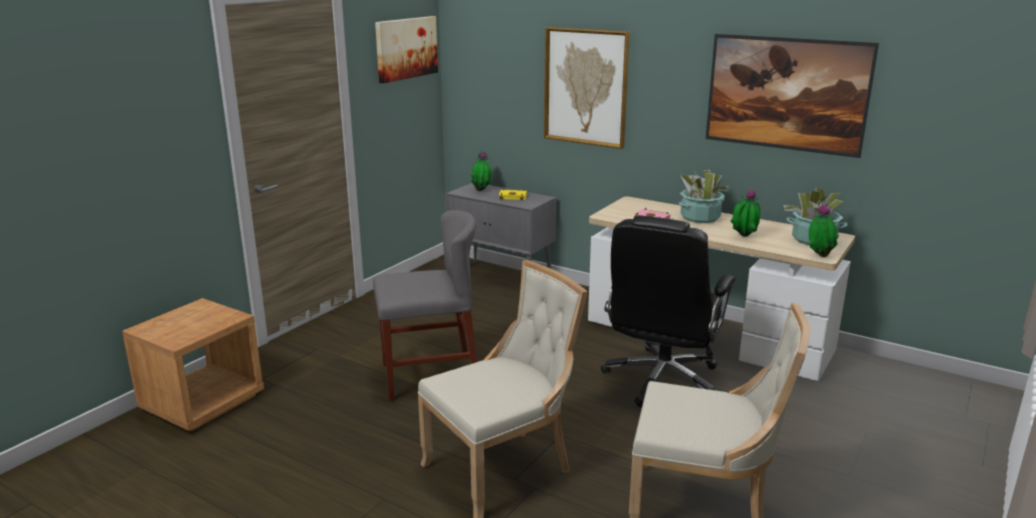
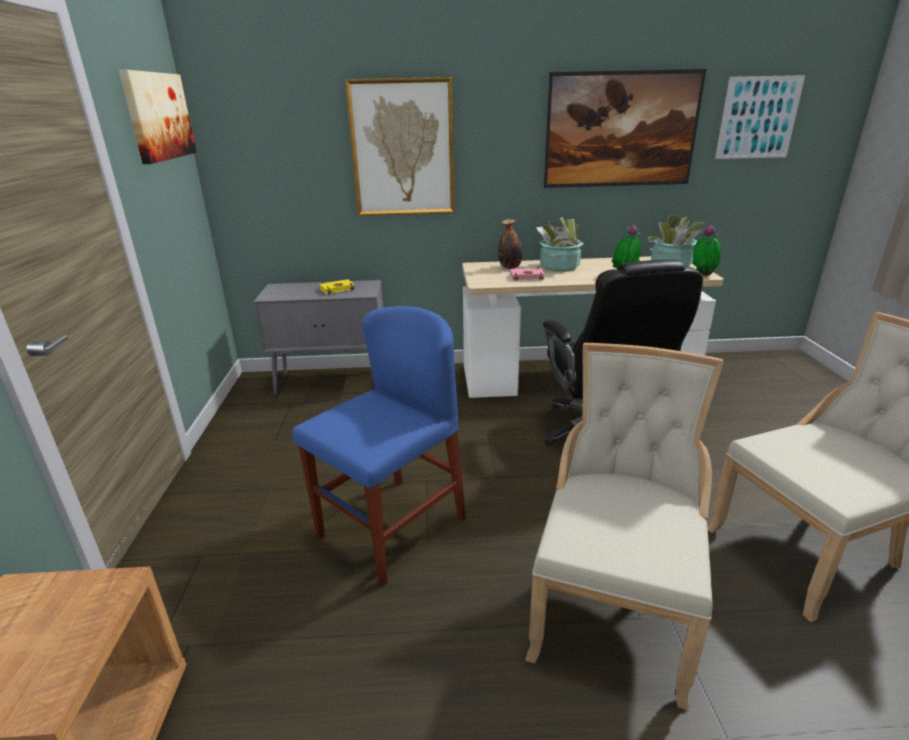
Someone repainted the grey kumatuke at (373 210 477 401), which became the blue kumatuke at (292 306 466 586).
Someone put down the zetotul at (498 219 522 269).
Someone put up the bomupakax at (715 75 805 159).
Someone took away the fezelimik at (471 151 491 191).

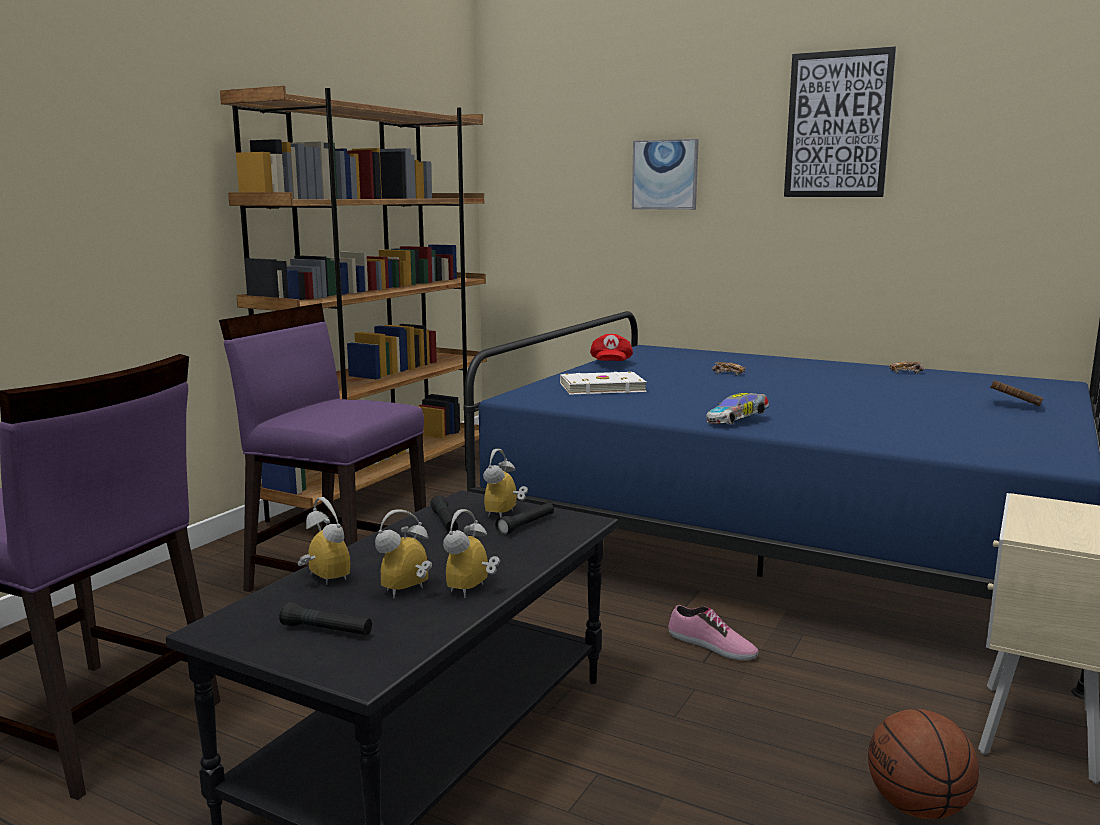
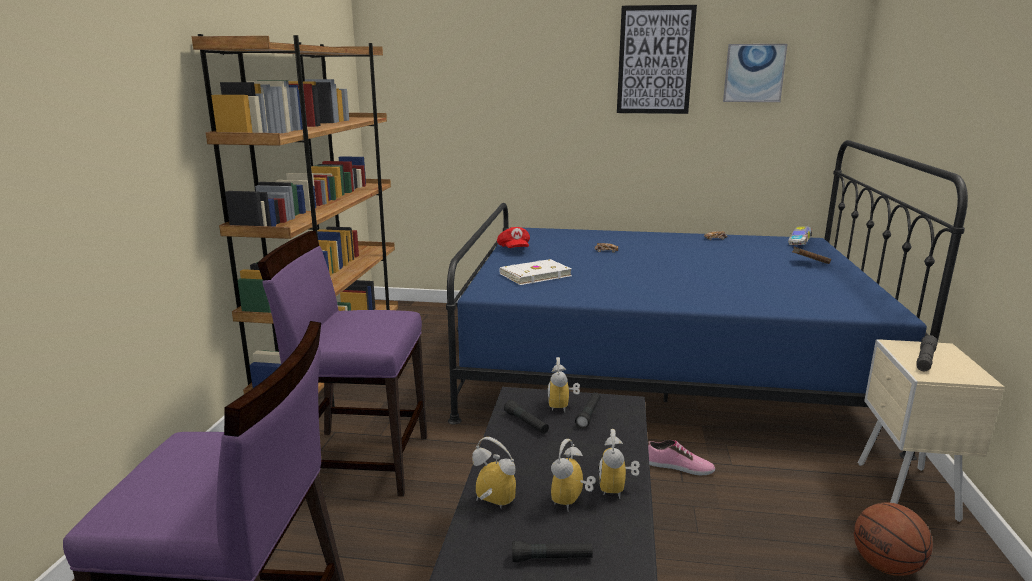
Someone carried the bomupakax from (632 139 699 210) to (723 44 787 102).
Someone carried the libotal from (706 393 769 424) to (788 226 812 245).
Someone put down the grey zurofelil at (916 335 938 371).

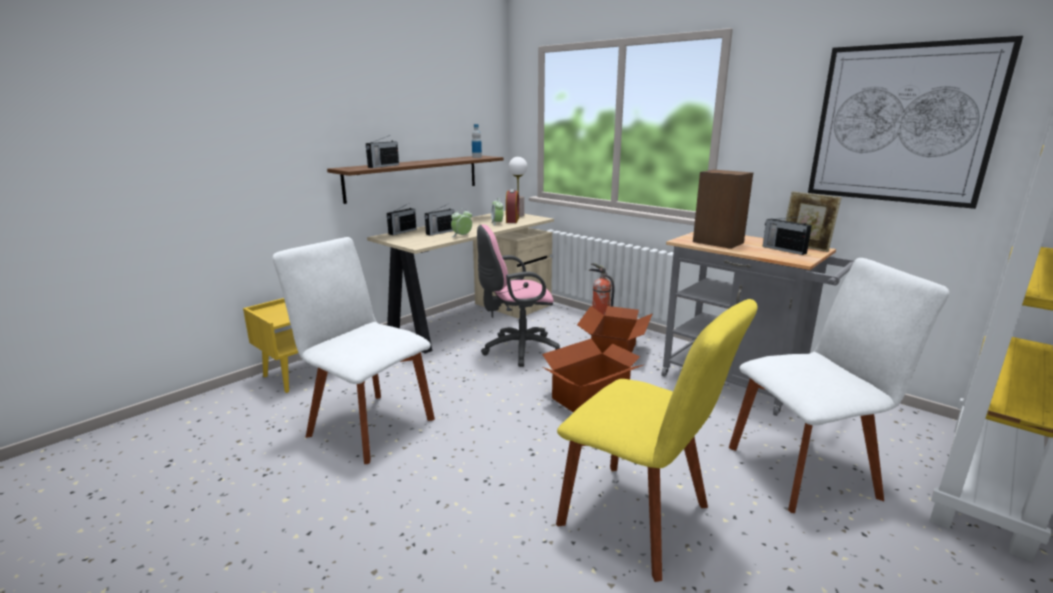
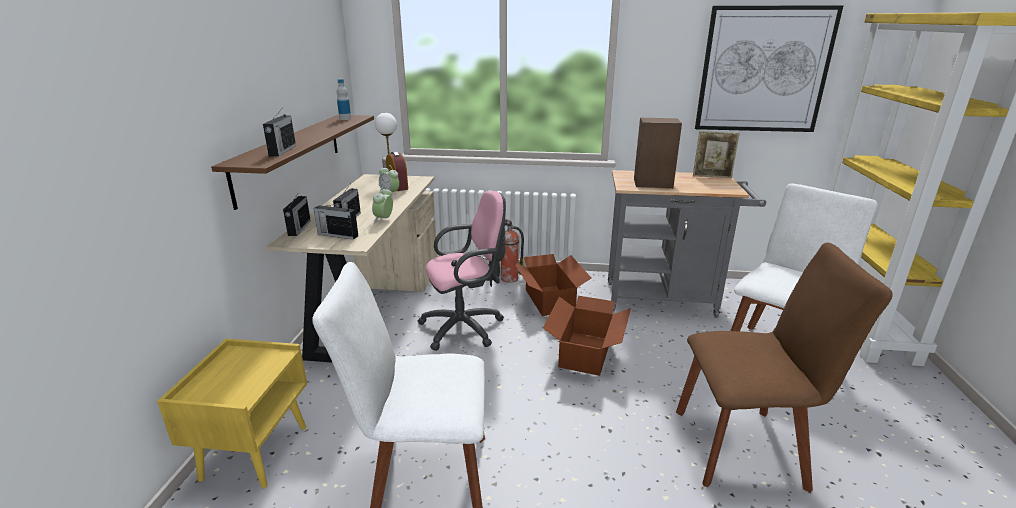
Someone carried the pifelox from (762 216 812 255) to (314 203 358 239).
Someone rotated the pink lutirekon at (477 224 560 367) by 150 degrees counterclockwise.
Someone repainted the yellow kumatuke at (556 299 758 582), which became the brown kumatuke at (676 243 893 493).

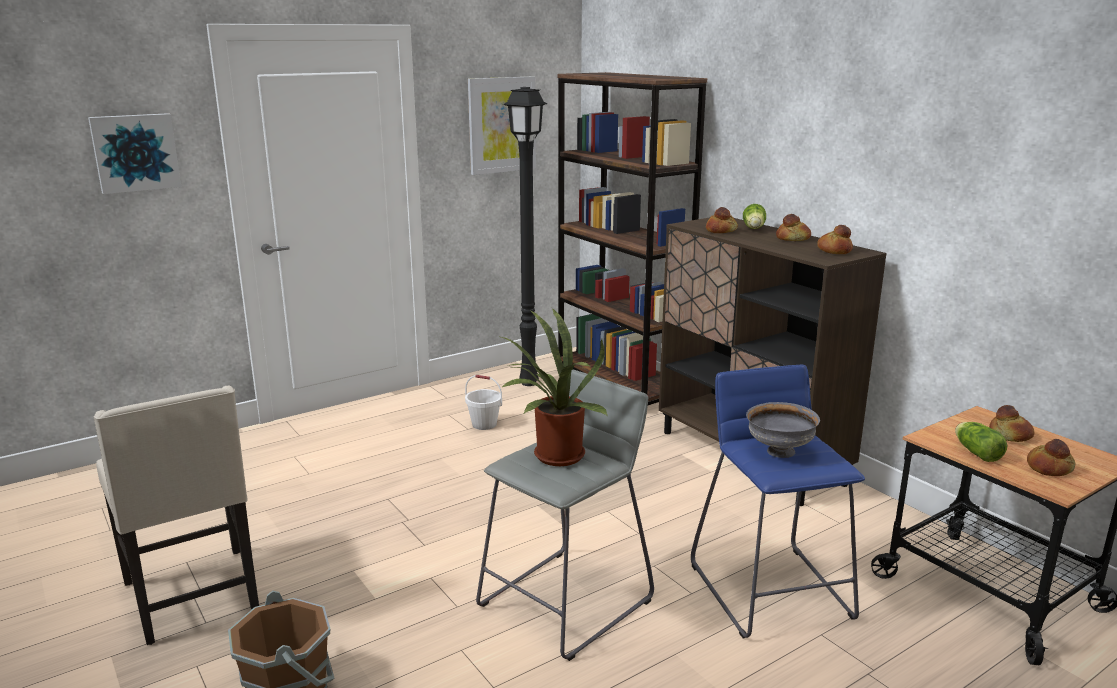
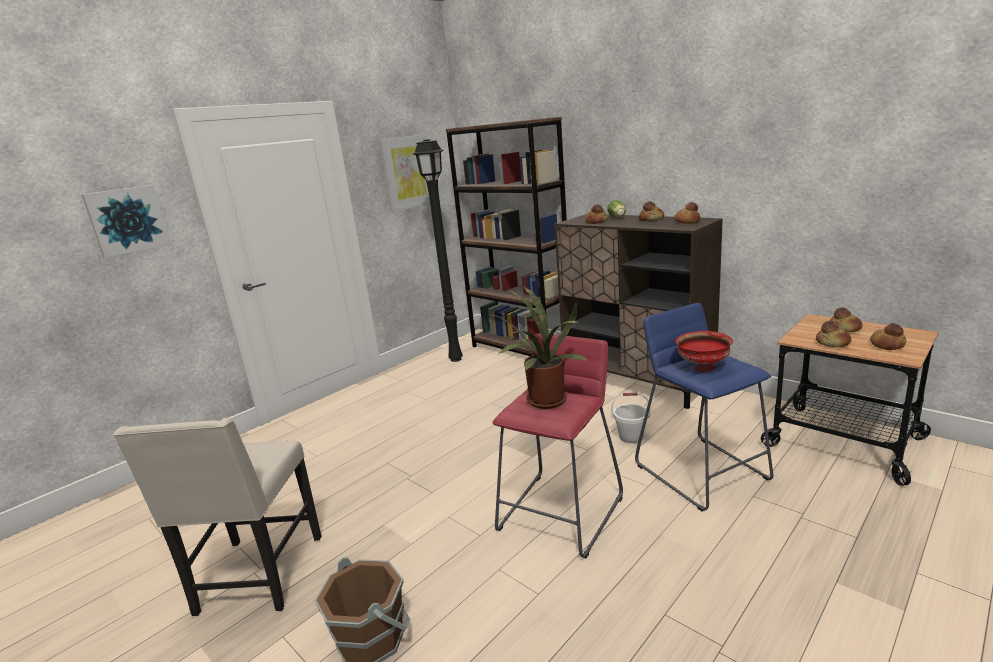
Someone rotated the beige kumatuke at (93 386 259 645) by 45 degrees clockwise.
Someone repainted the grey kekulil at (476 369 654 661), which became the red kekulil at (492 333 623 558).
Someone carried the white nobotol from (465 375 502 430) to (611 393 650 443).
Someone repainted the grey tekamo at (746 402 820 458), which became the red tekamo at (676 331 733 372).
Someone swapped the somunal at (955 422 1007 462) for the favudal at (816 321 851 347).

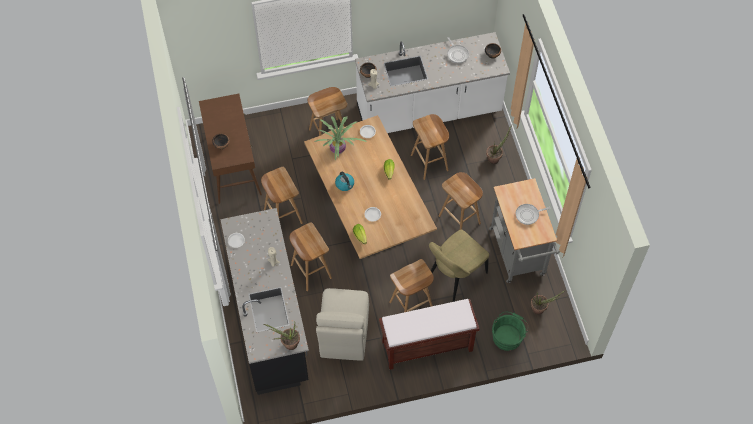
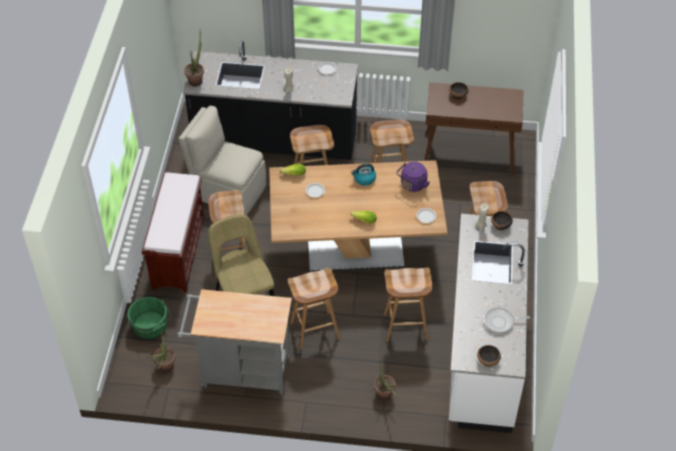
Someone swapped the fezelimik at (314 116 367 161) for the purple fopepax at (397 162 430 192).
Someone took away the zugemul at (516 204 551 225).

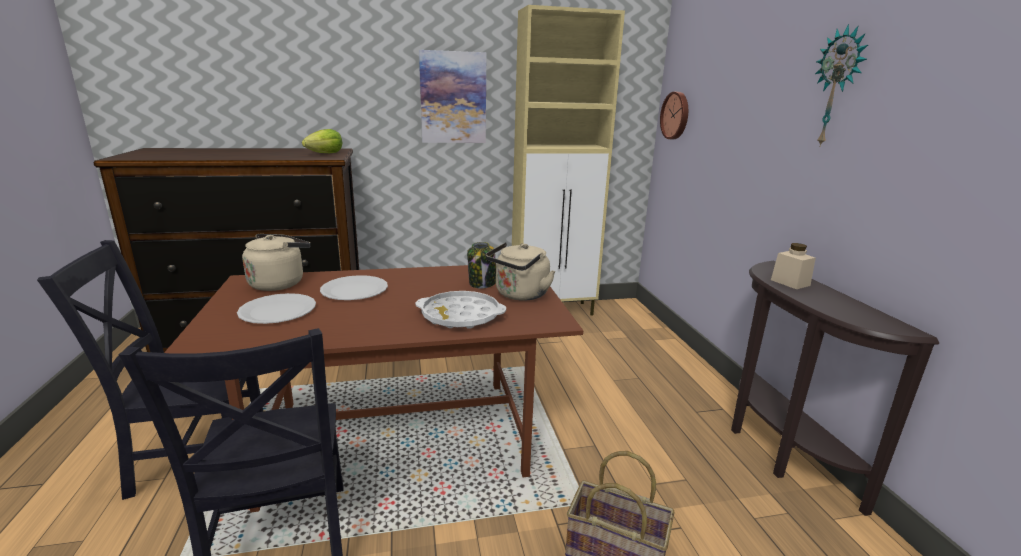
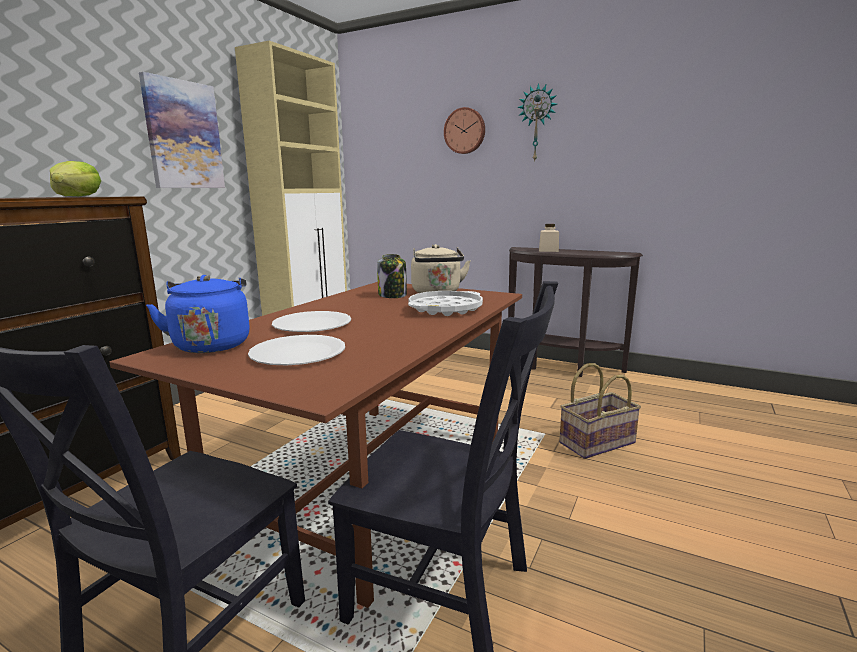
Someone repainted the beige fopepax at (242 234 311 291), which became the blue fopepax at (146 275 250 353).
Someone carried the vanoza from (660 92 688 139) to (444 107 485 154).

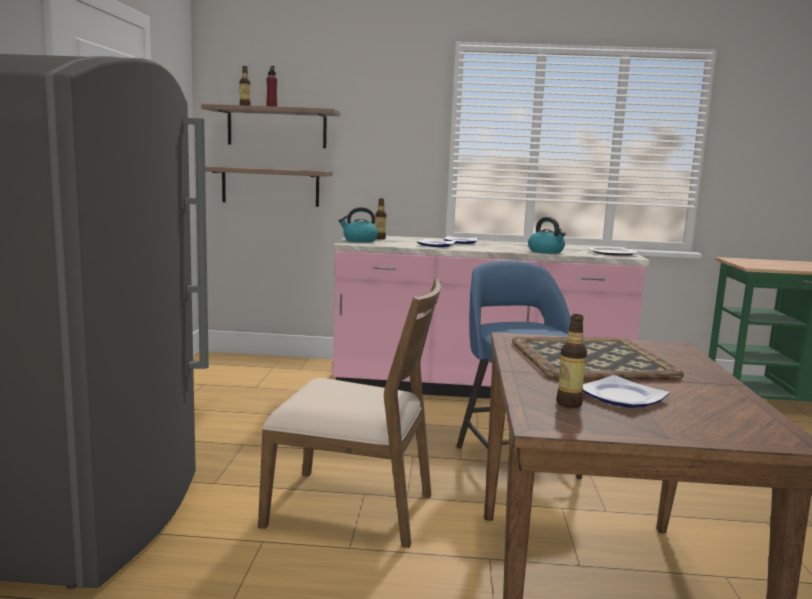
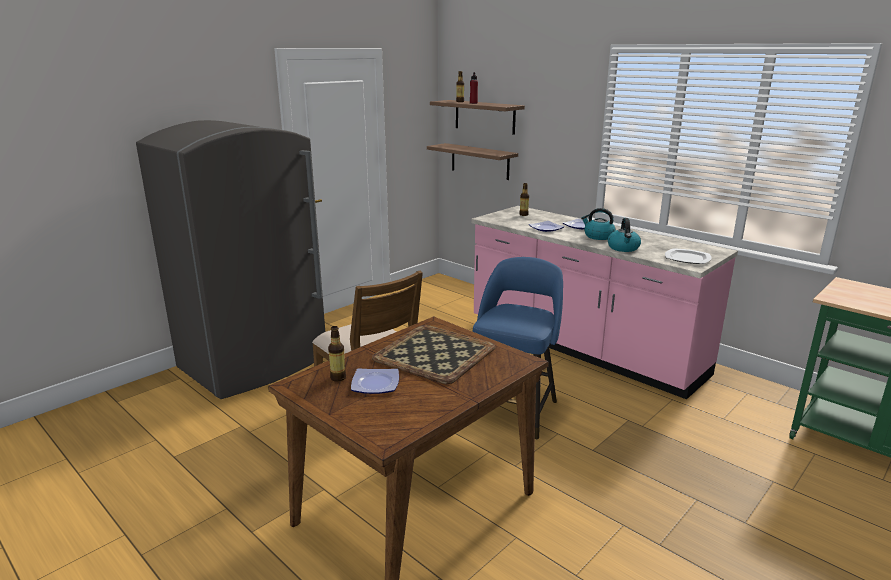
Someone carried the fopepax from (338 207 378 242) to (581 208 616 240).

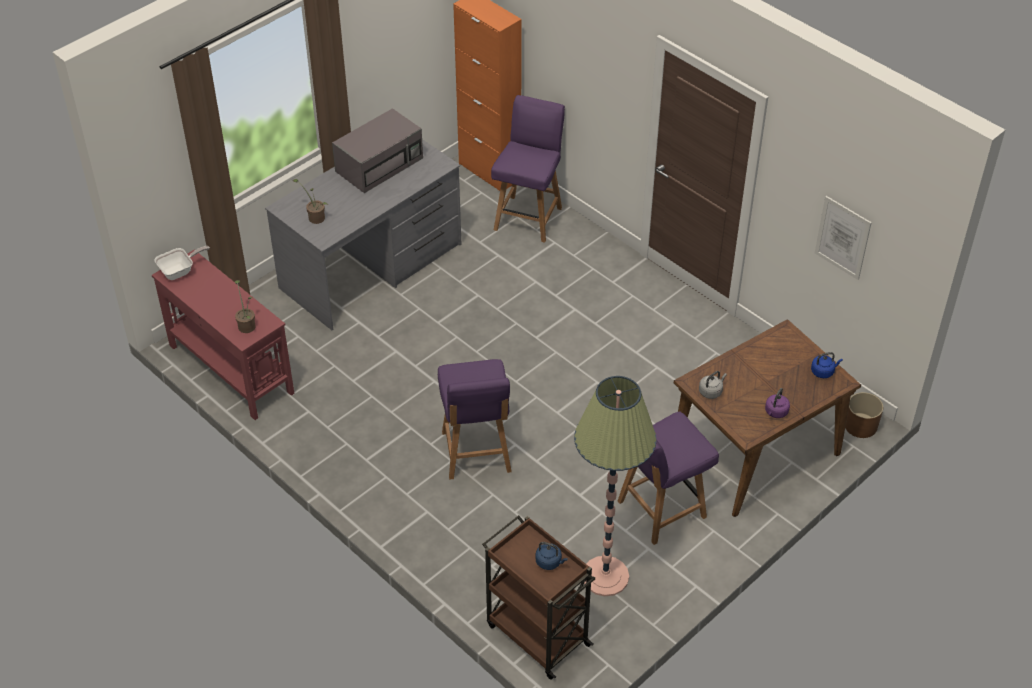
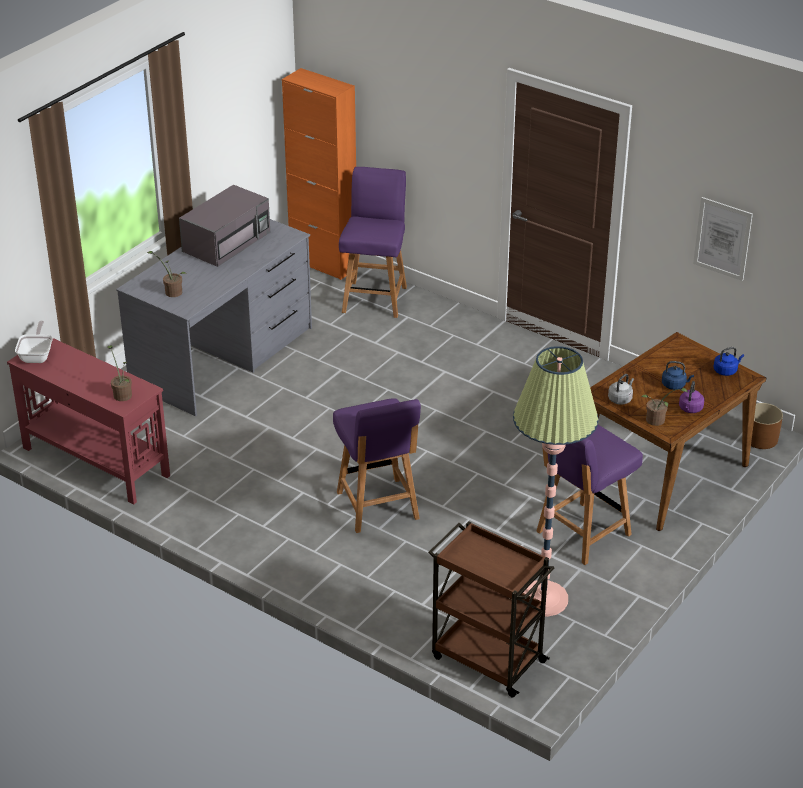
Someone rotated the zugemul at (154 246 210 280) by 45 degrees counterclockwise.
Someone put down the fezelimik at (641 388 688 426).
Someone carried the blue fopepax from (535 542 568 570) to (662 361 694 390).

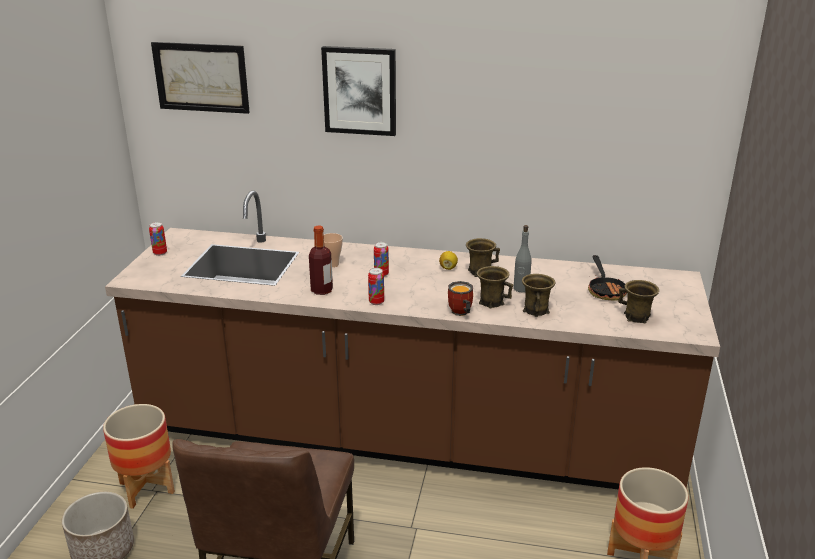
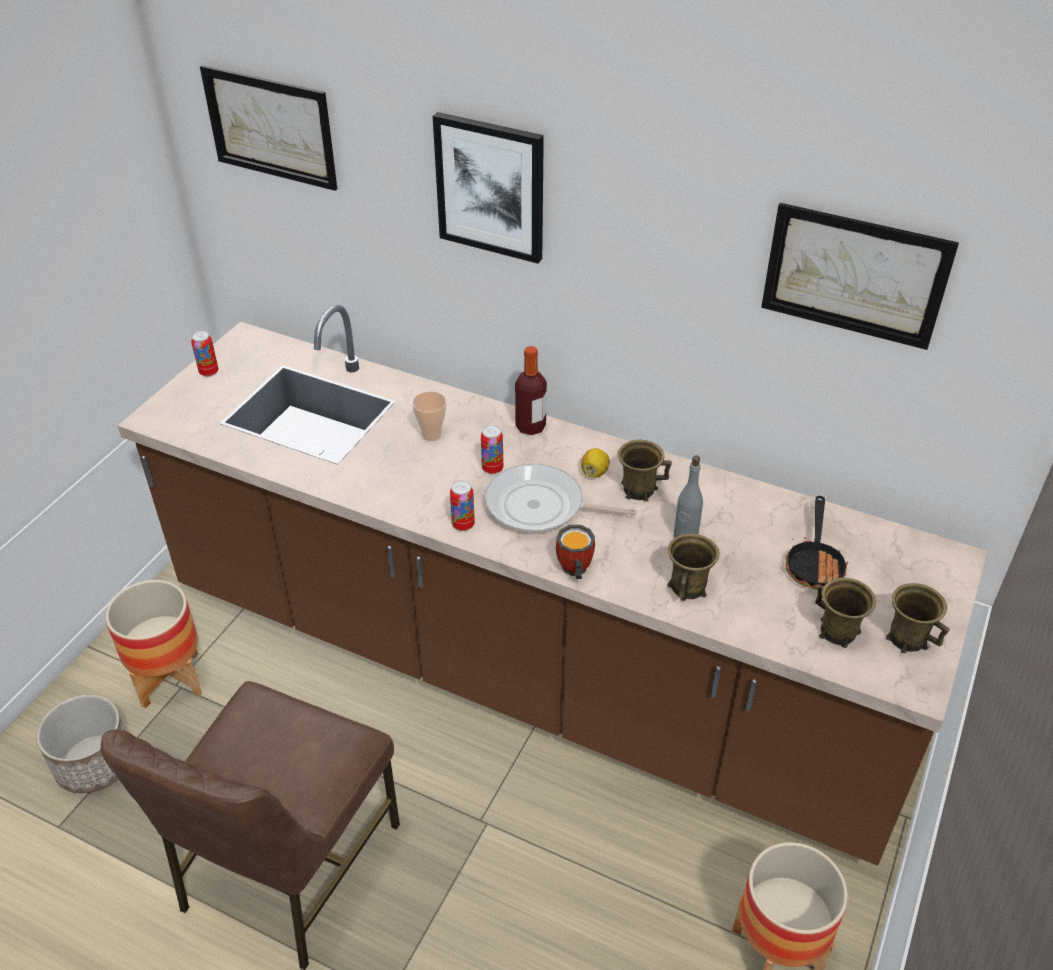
Someone put down the zugemul at (485 464 637 532).
Someone carried the zetotul from (309 226 333 295) to (515 346 547 435).
Someone put up the bomupakax at (761 203 959 350).
Someone carried the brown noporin from (477 266 513 309) to (886 583 950 653).

